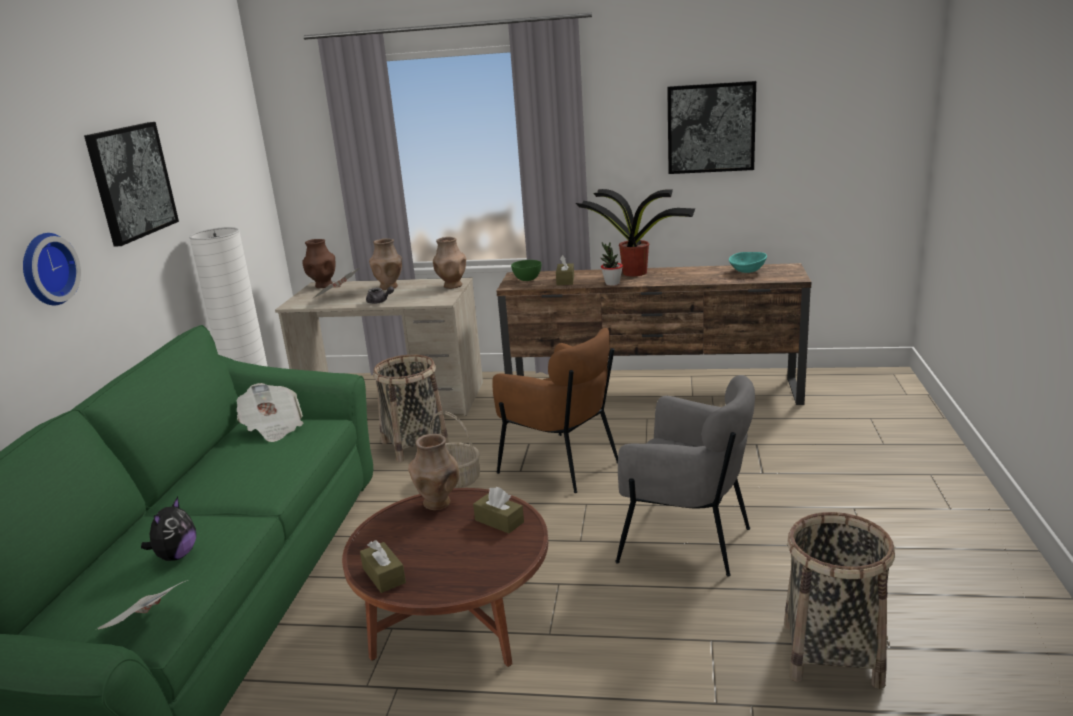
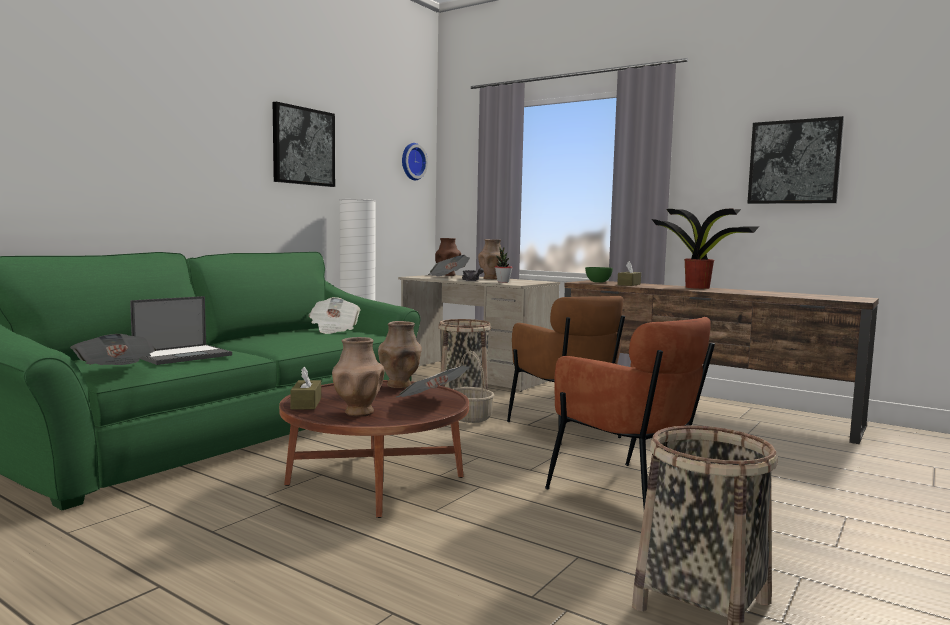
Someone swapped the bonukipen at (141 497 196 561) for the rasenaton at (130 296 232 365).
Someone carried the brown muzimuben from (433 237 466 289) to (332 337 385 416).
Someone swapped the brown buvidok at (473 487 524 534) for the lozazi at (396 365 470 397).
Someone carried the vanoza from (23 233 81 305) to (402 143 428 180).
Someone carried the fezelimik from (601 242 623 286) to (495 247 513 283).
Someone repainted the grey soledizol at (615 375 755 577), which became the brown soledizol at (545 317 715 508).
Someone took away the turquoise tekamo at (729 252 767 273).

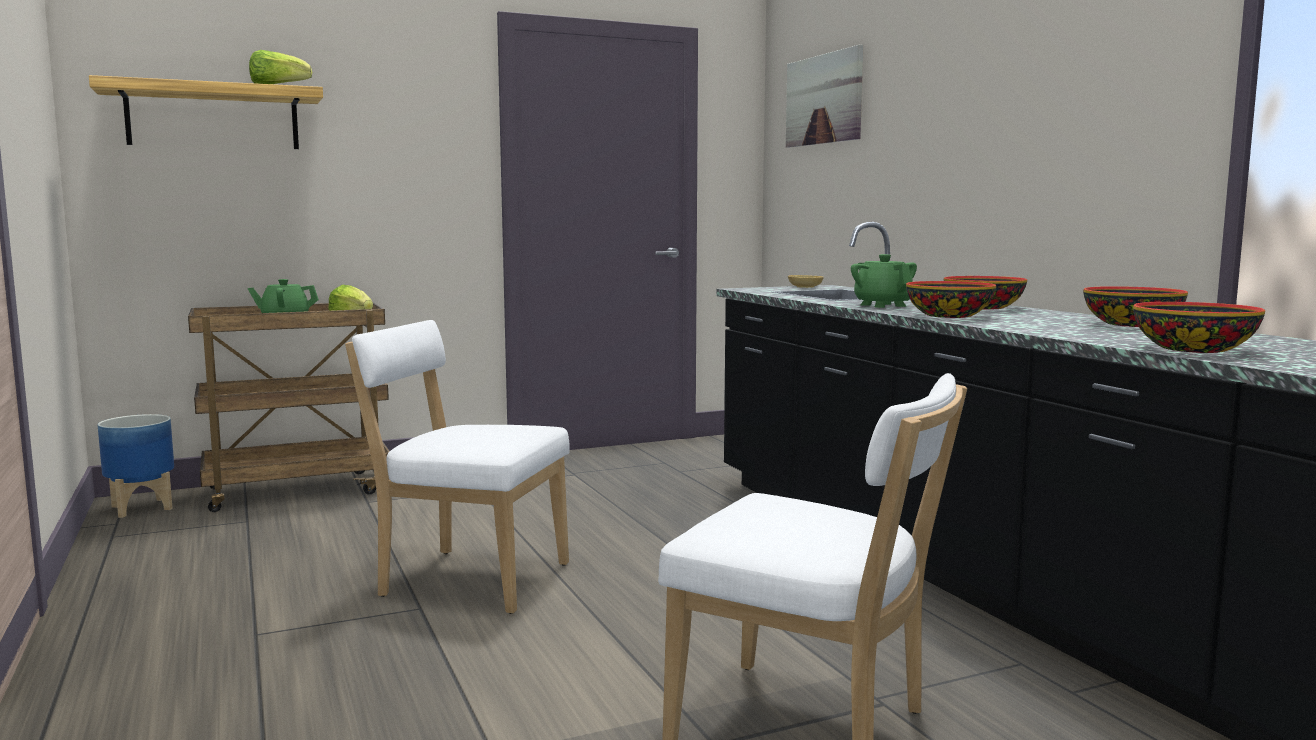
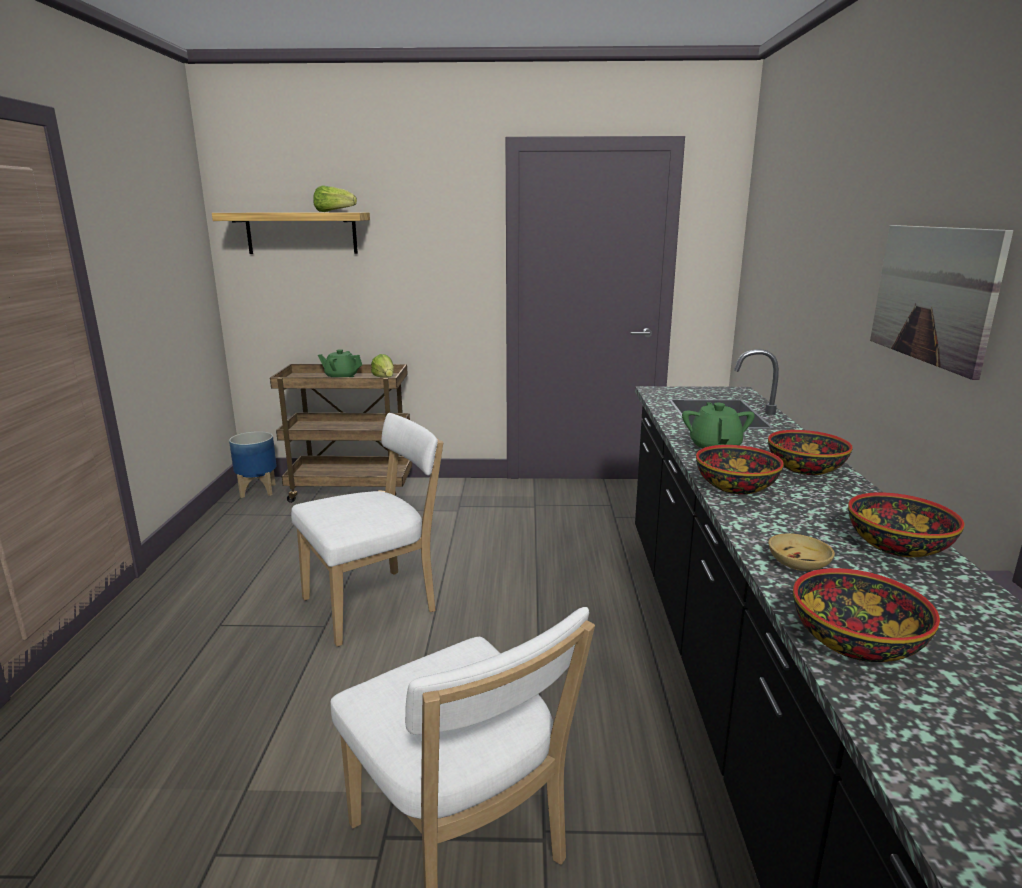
Someone rotated the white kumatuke at (345 320 570 614) by 105 degrees clockwise.
Someone carried the beige tekamo from (788 275 824 288) to (768 533 835 571).
Someone carried the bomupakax from (786 44 863 148) to (870 225 1013 380).

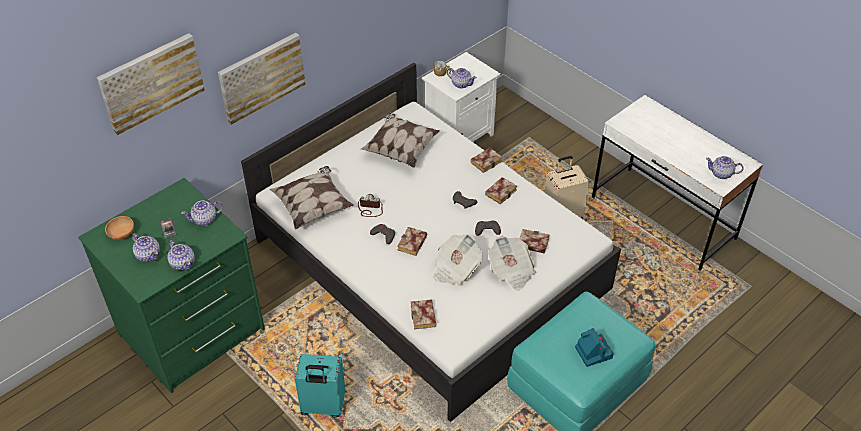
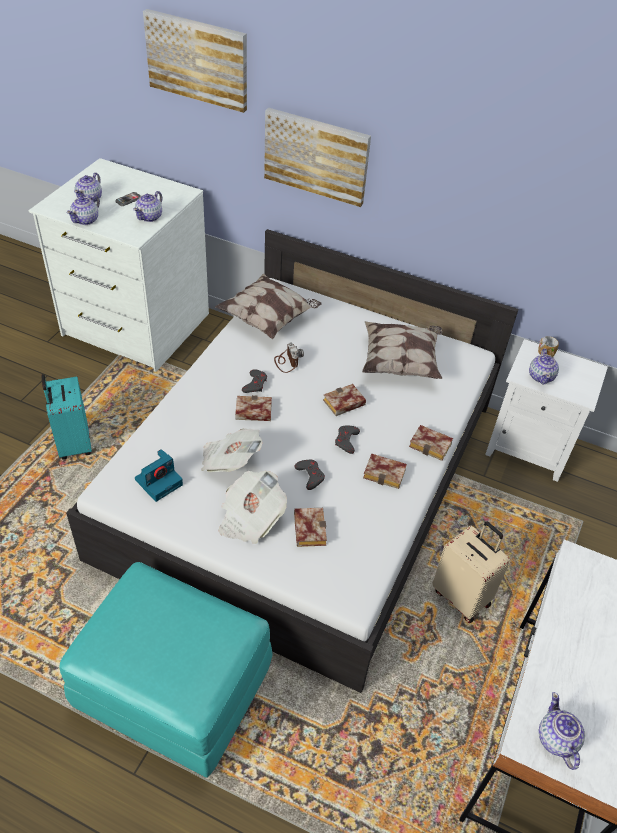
Someone repainted the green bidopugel at (78 178 265 393), which became the white bidopugel at (29 158 209 372).
Someone rotated the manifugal at (181 200 223 226) by 105 degrees counterclockwise.
Someone carried the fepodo from (575 328 614 367) to (135 449 183 502).
Someone carried the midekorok from (411 299 436 329) to (323 384 366 416).
Someone took away the brown tekamo at (105 216 134 240).

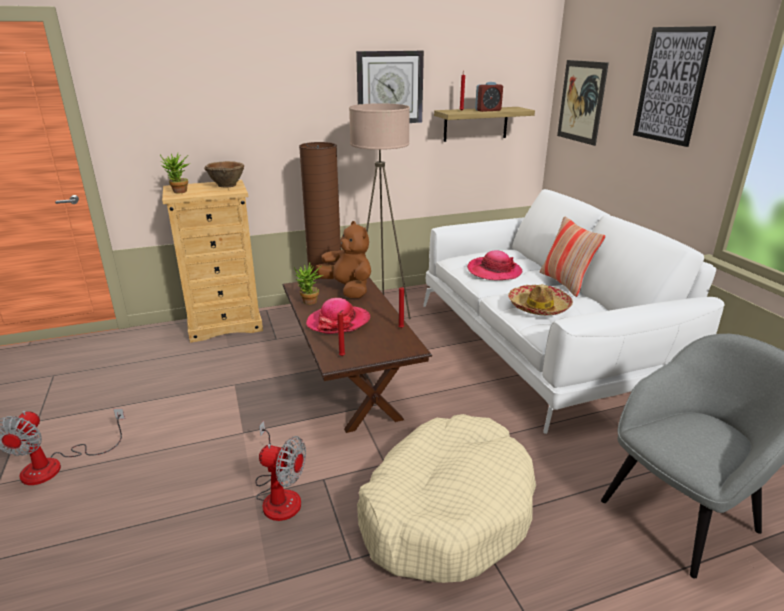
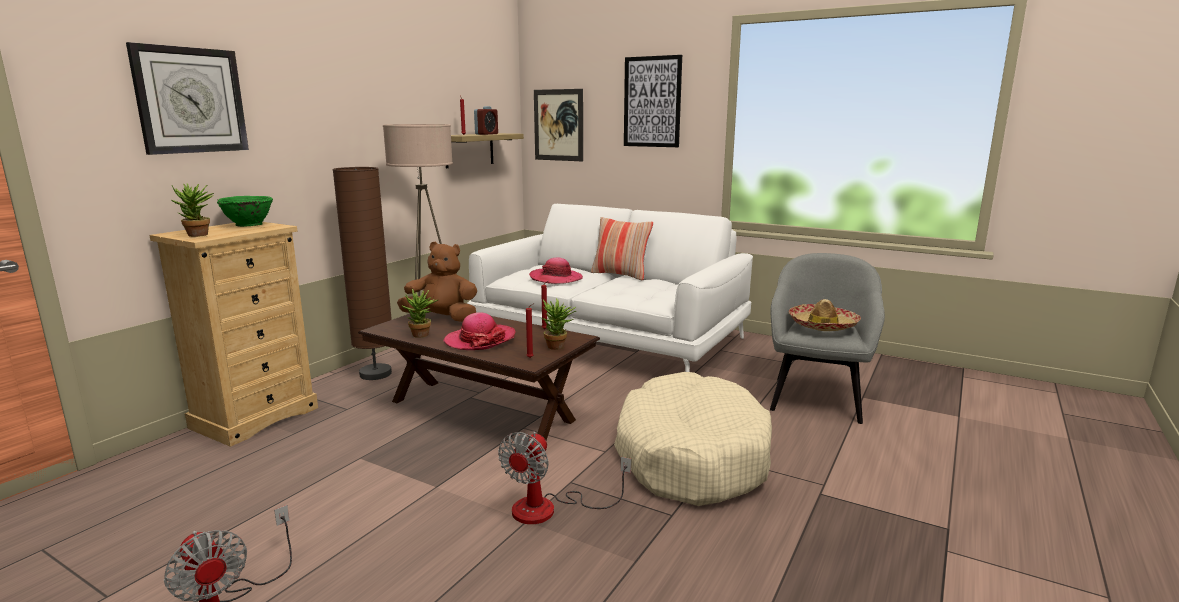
Someone carried the vanoza from (356 51 424 123) to (126 42 249 155).
Someone repainted the brown tekamo at (204 161 244 187), which became the green tekamo at (217 196 273 227).
Someone rotated the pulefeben at (255 421 306 521) by 135 degrees clockwise.
Someone put down the fezelimik at (542 298 576 350).
Someone carried the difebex from (508 284 573 315) to (789 299 861 331).

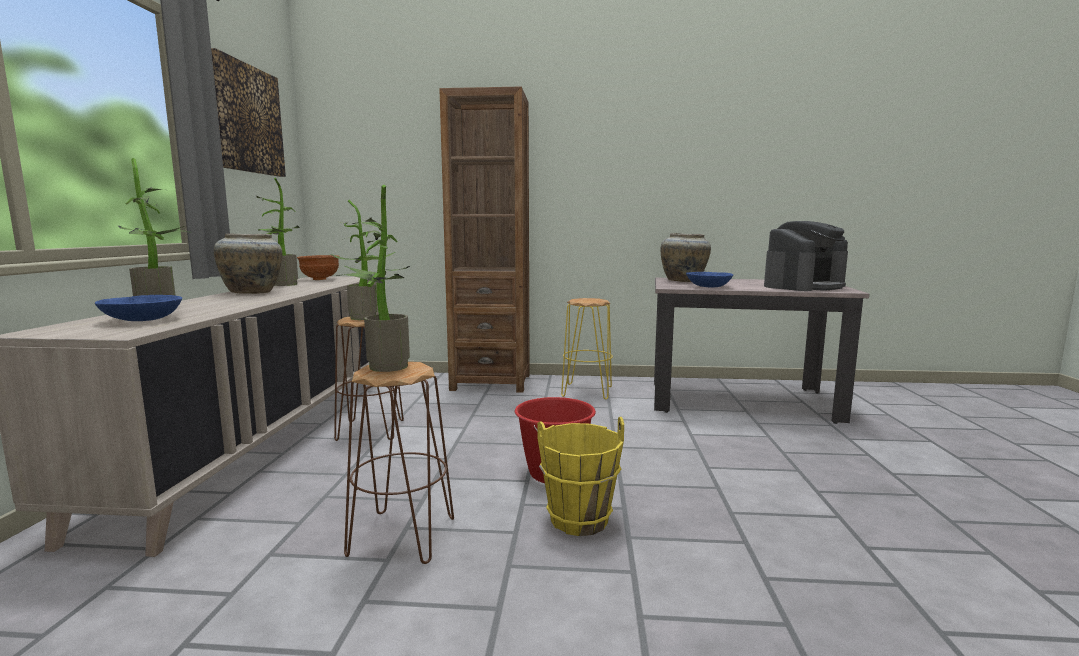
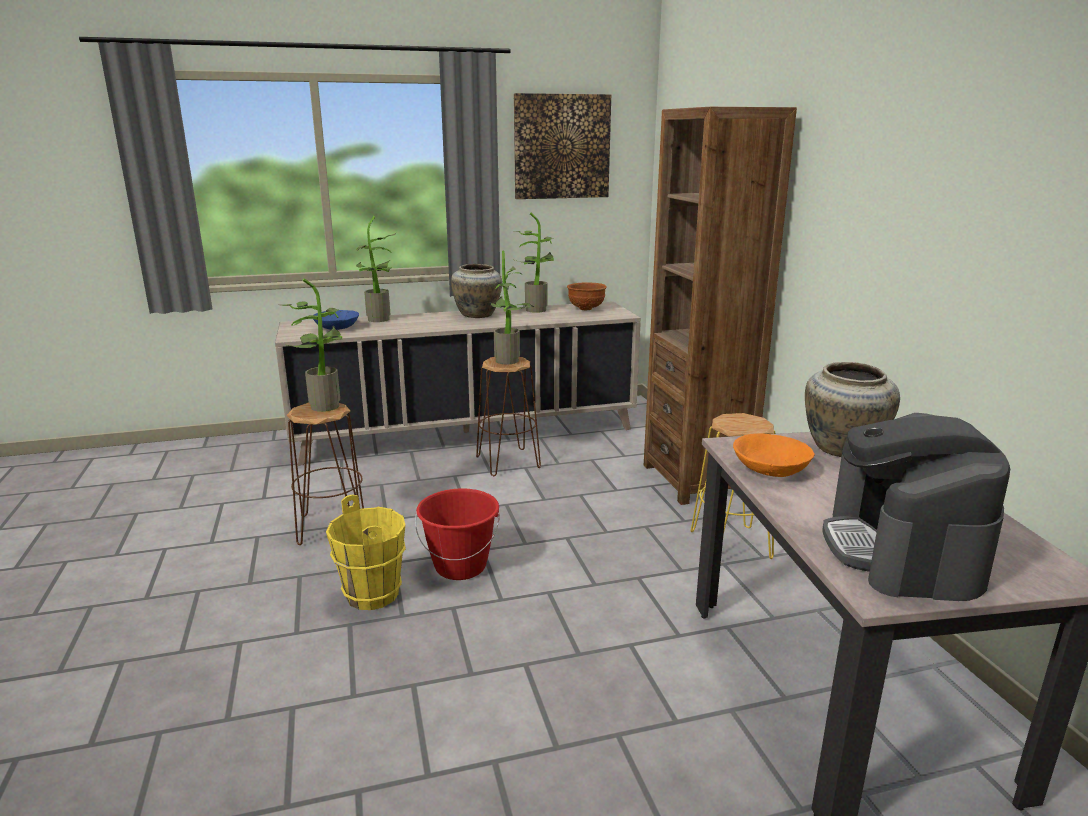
Someone repainted the blue tekamo at (686 272 733 288), which became the orange tekamo at (733 433 815 477).
Someone rotated the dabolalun at (764 221 848 291) by 60 degrees clockwise.

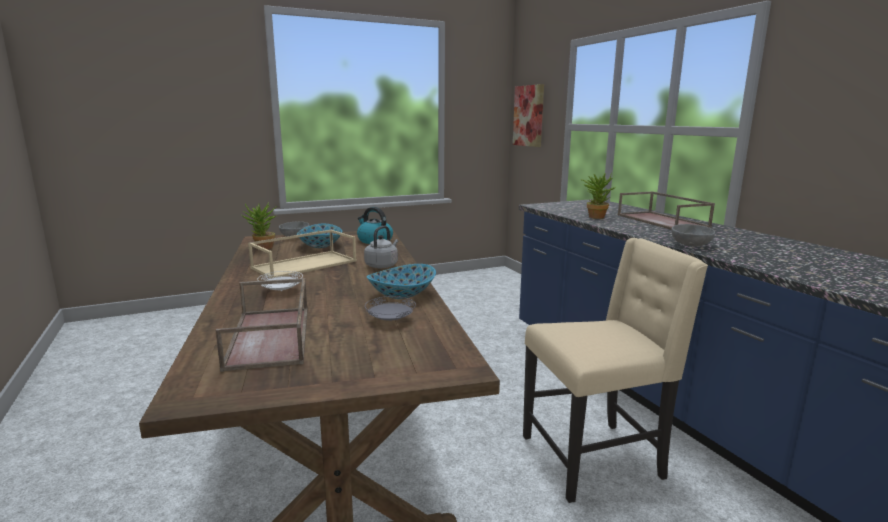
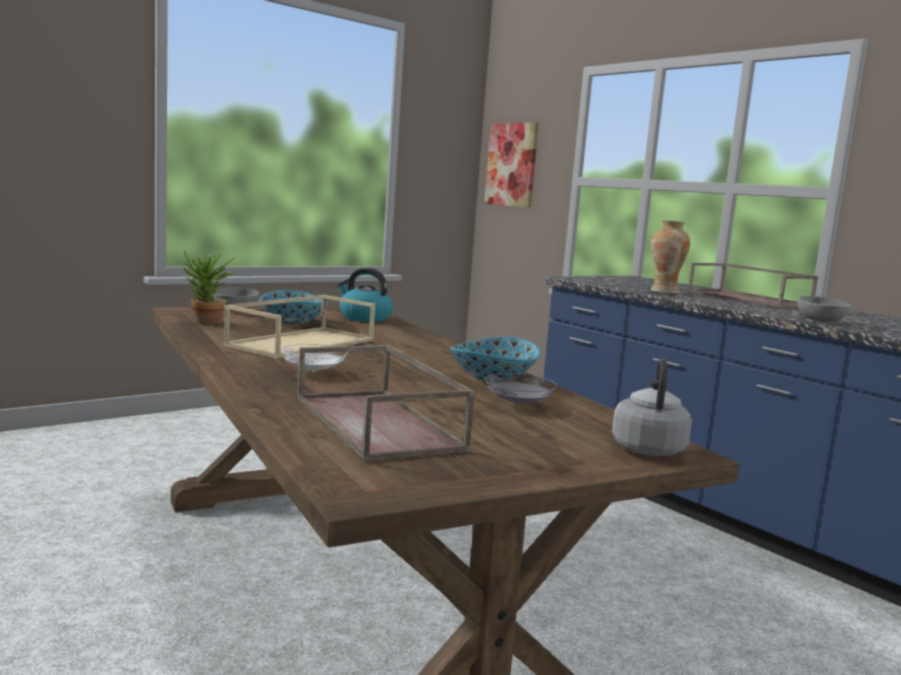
Someone carried the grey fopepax from (364 226 398 268) to (612 358 692 456).
Someone swapped the fezelimik at (581 172 616 219) for the muzimuben at (651 220 691 294).
Someone took away the beige kumatuke at (523 238 708 503).

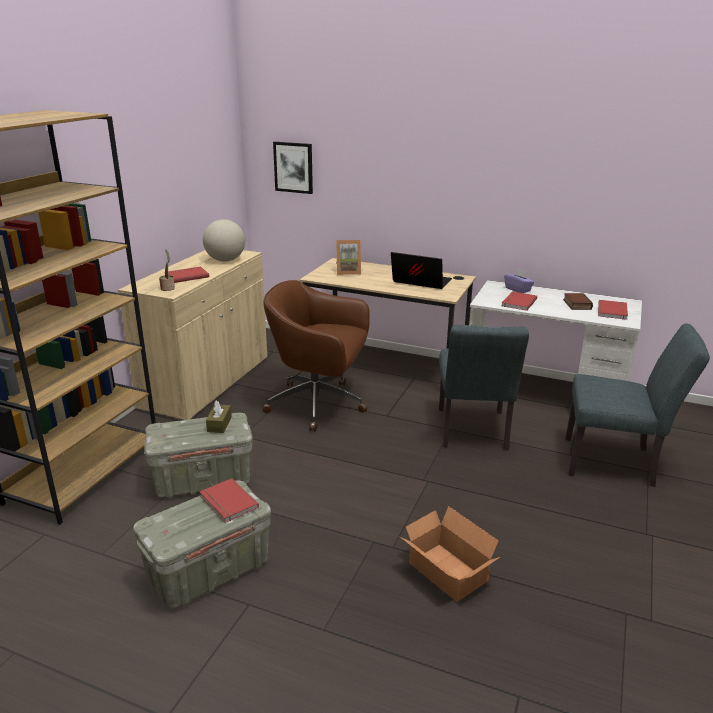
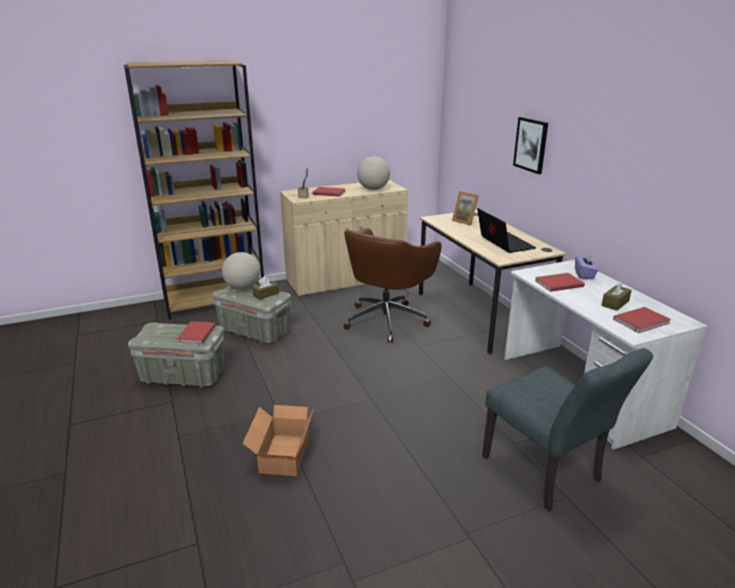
Someone put down the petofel at (222 252 260 290).
Someone rotated the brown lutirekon at (263 280 370 431) by 120 degrees counterclockwise.
Someone carried the bomupakax from (273 142 313 194) to (513 117 548 174).
Someone swapped the midekorok at (563 293 593 310) for the brown buvidok at (601 280 632 311).
Someone took away the grey kumatuke at (439 324 529 450).

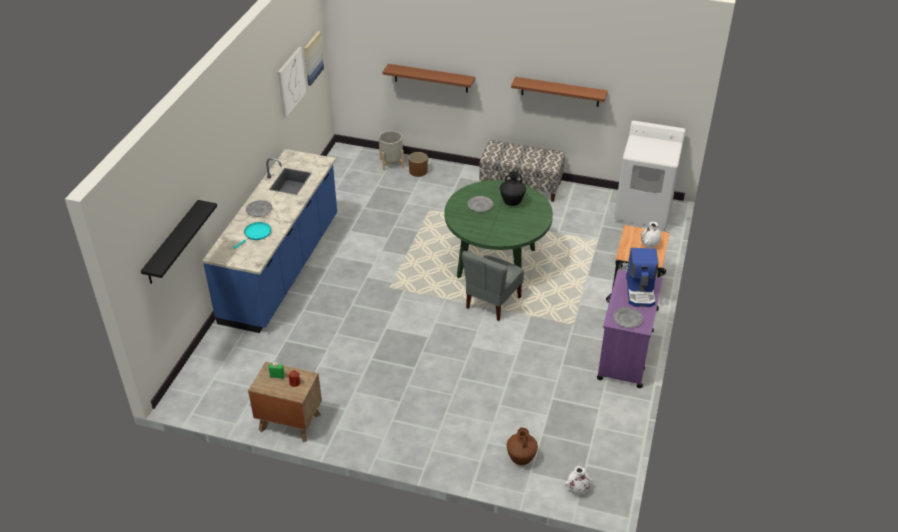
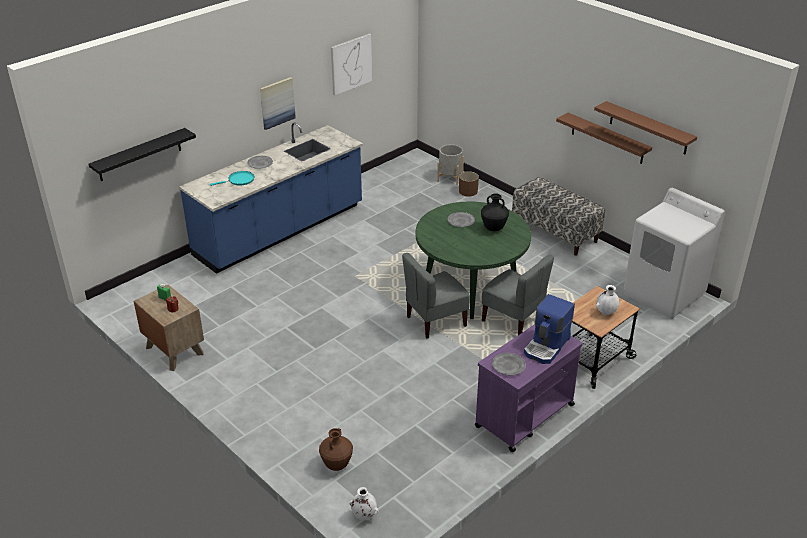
Someone carried the bomupakax from (304 31 324 86) to (260 77 296 130).
Someone put down the grey kumatuke at (482 255 554 335).
Someone carried the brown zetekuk from (383 64 475 93) to (594 101 697 154).

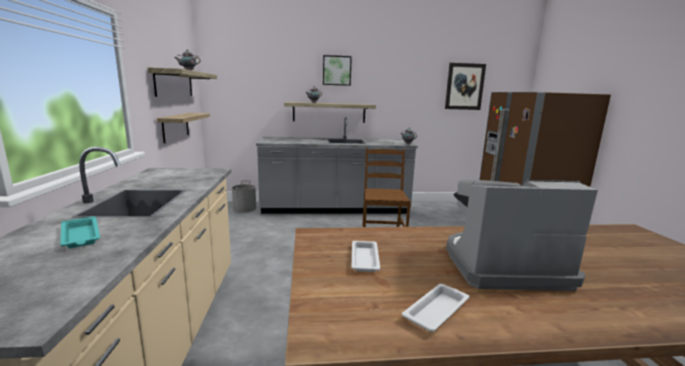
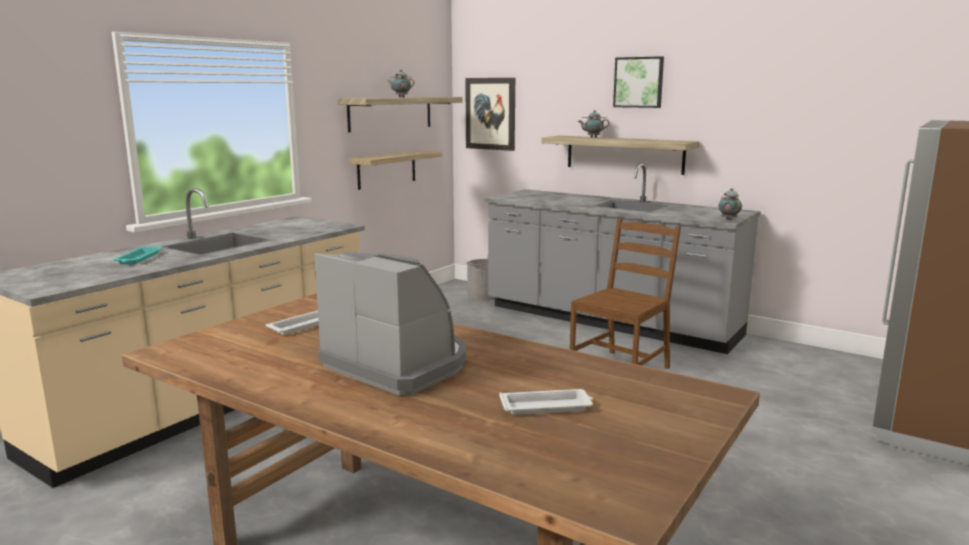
Someone carried the bomupakax from (445 63 486 110) to (465 78 515 151).
Someone carried the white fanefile from (402 284 470 332) to (499 389 593 415).

